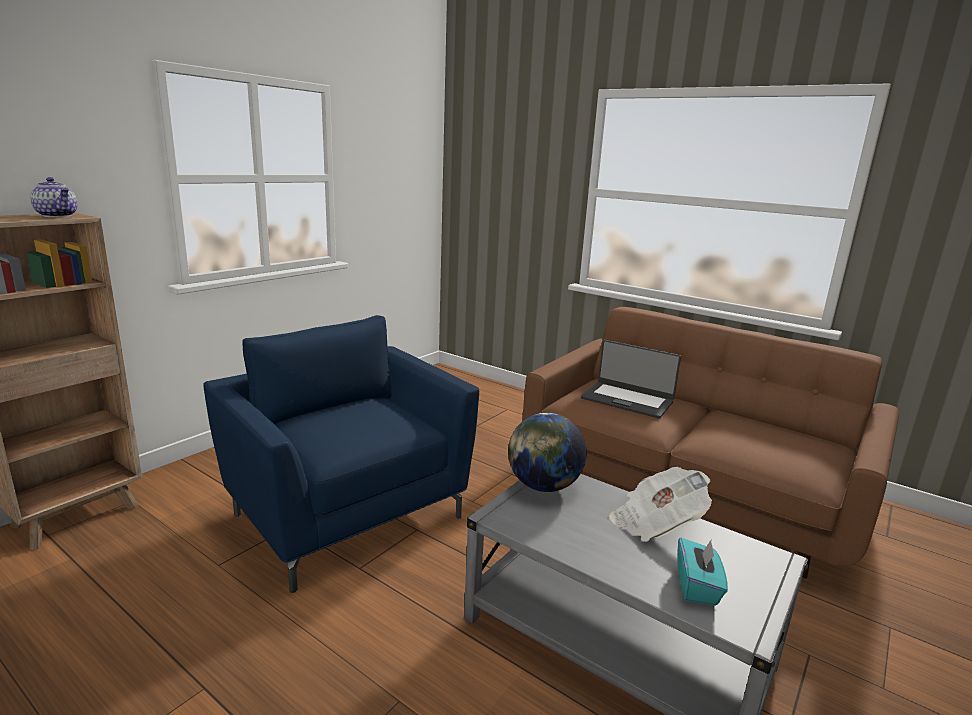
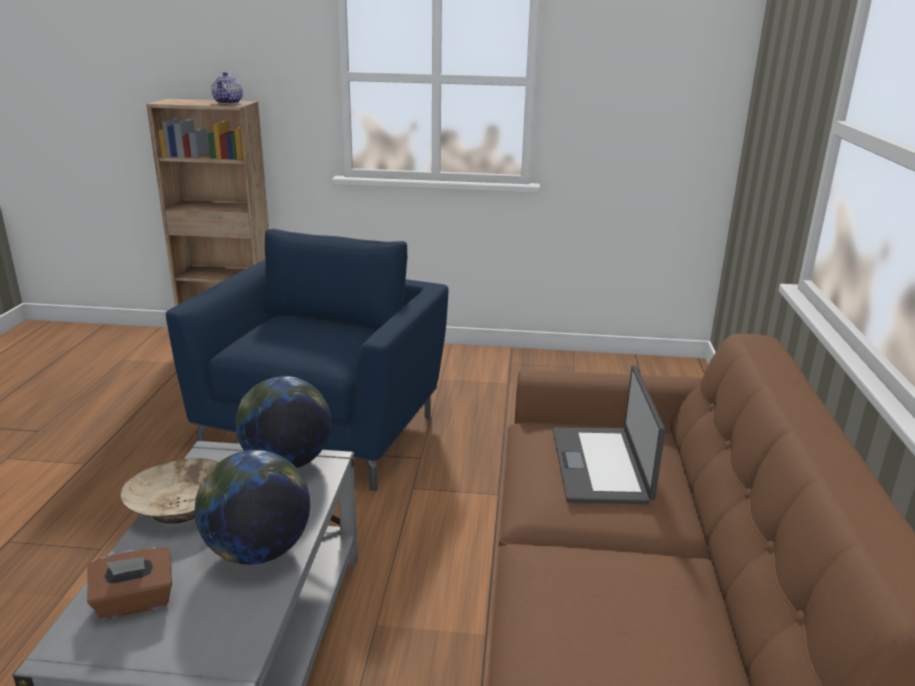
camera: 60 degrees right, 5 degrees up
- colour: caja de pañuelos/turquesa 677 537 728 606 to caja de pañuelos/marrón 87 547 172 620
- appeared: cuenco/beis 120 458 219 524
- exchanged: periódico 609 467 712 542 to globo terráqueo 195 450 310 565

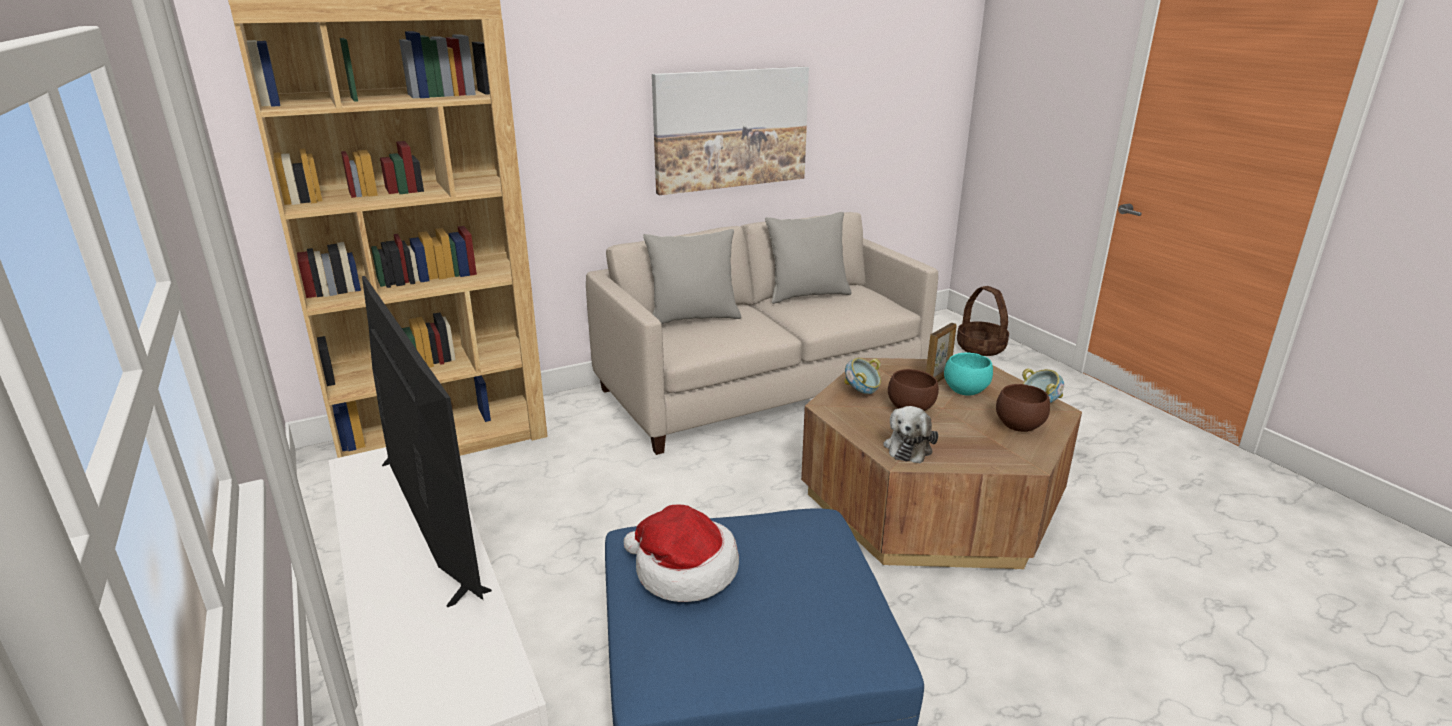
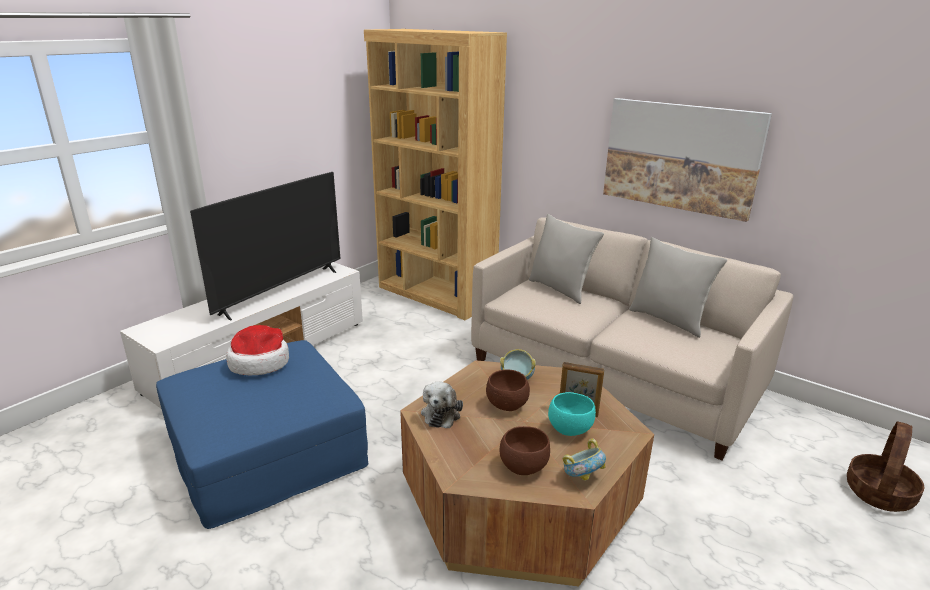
camera: 65 degrees right, 0 degrees up
- spun: peluche 883 406 938 463 = 421 381 463 428 75 degrees counterclockwise

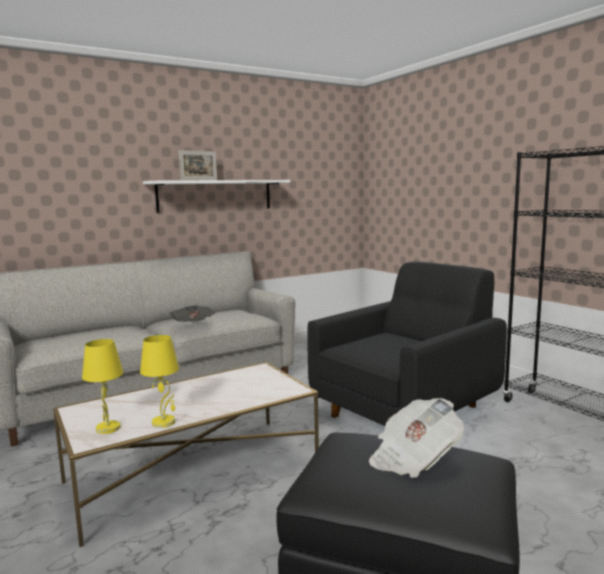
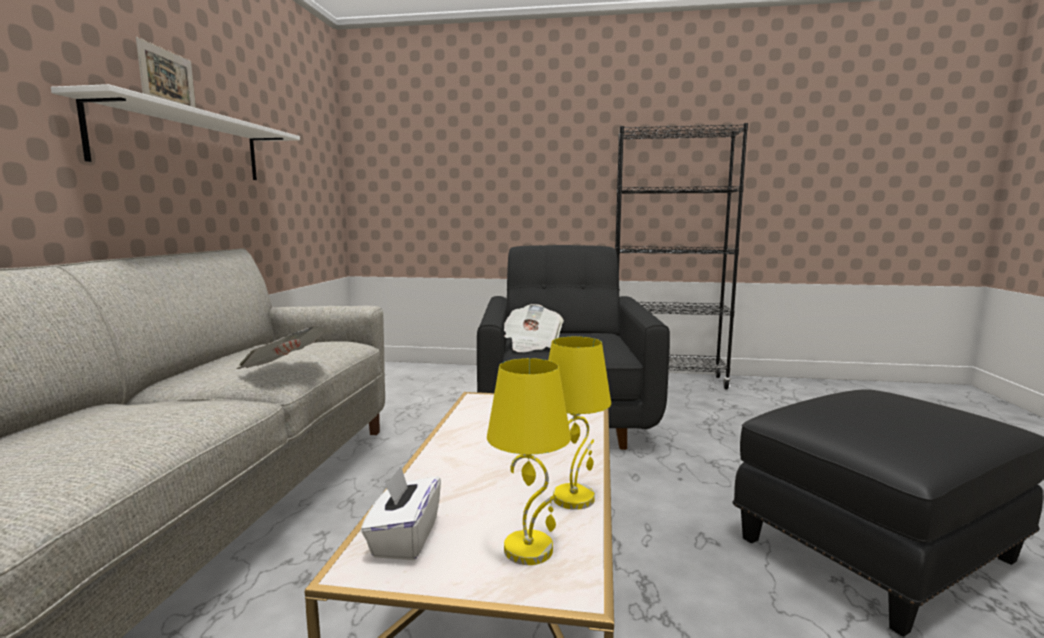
camera: 50 degrees left, 0 degrees up
- appeared: caja de pañuelos/blanco 361 466 441 560
- relocated: periódico 369 398 464 478 to 504 304 564 352

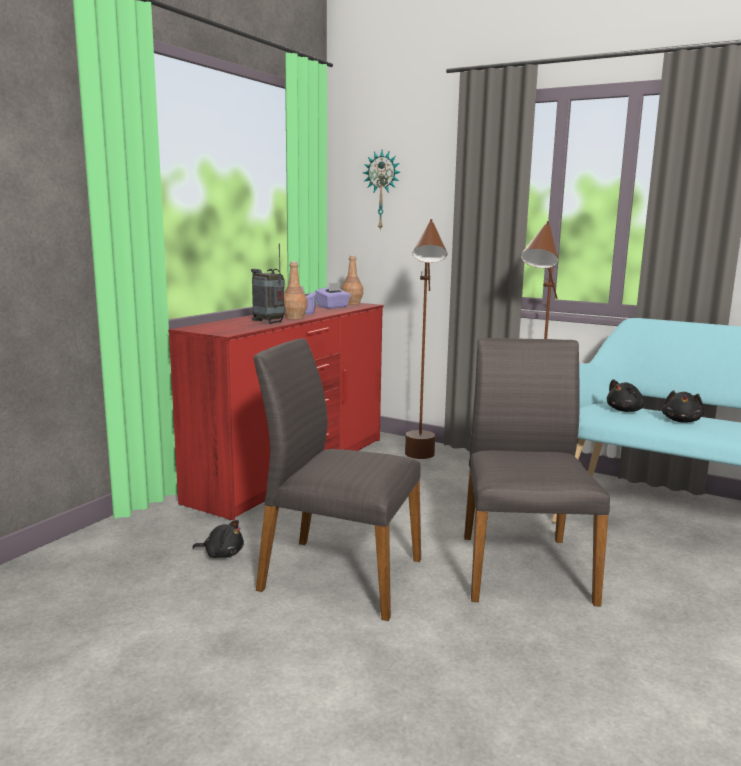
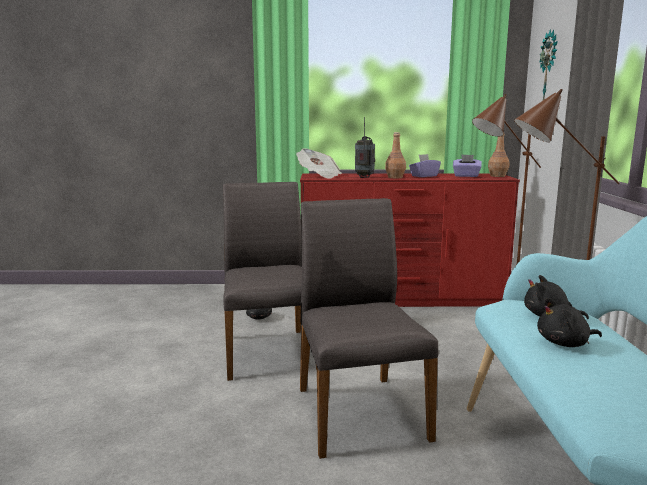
camera: 60 degrees right, 0 degrees up
- appeared: periódico 296 148 342 179
- spun: silla/gris 464 338 610 606 = 300 198 438 459 75 degrees counterclockwise

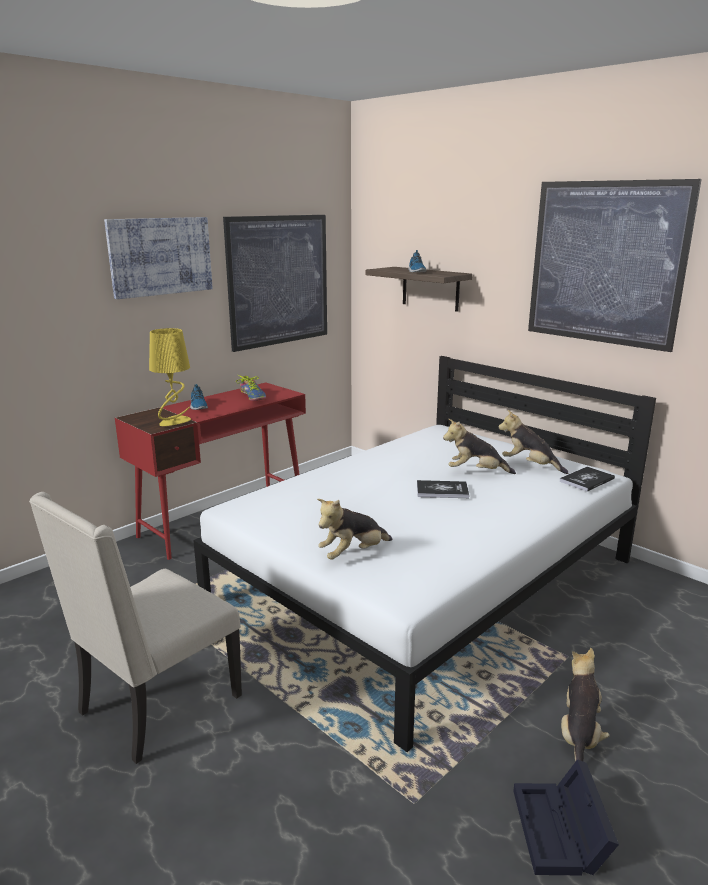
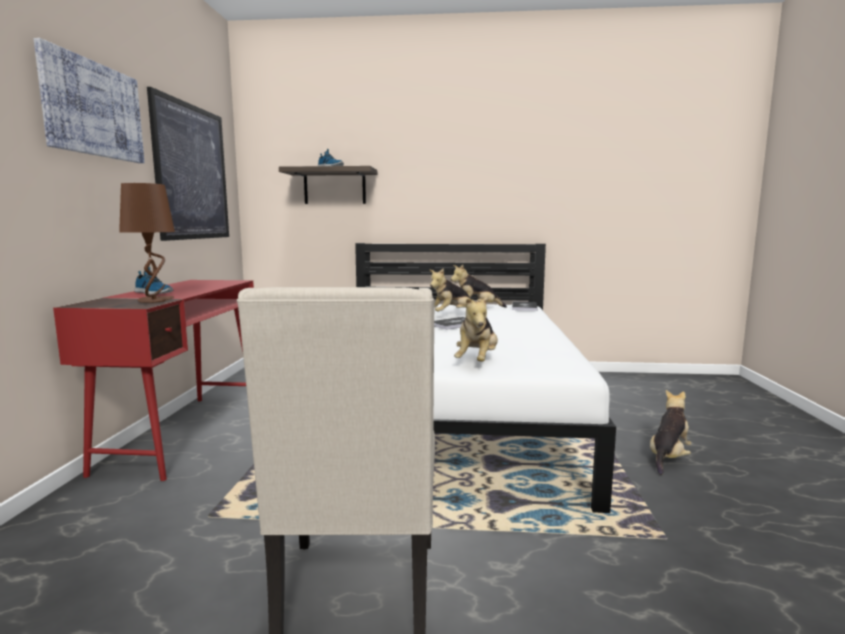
camera: 40 degrees left, 10 degrees down
- colour: lámpara de mesa/amarillo 149 328 191 426 to lámpara de mesa/marrón 119 183 175 303
- spun: peluche 561 648 610 762 = 650 390 692 475 60 degrees clockwise
- missing: zapato 236 375 266 401
- missing: caja de almacenaje/negro 513 759 619 876
- missing: cuadro 528 179 702 352

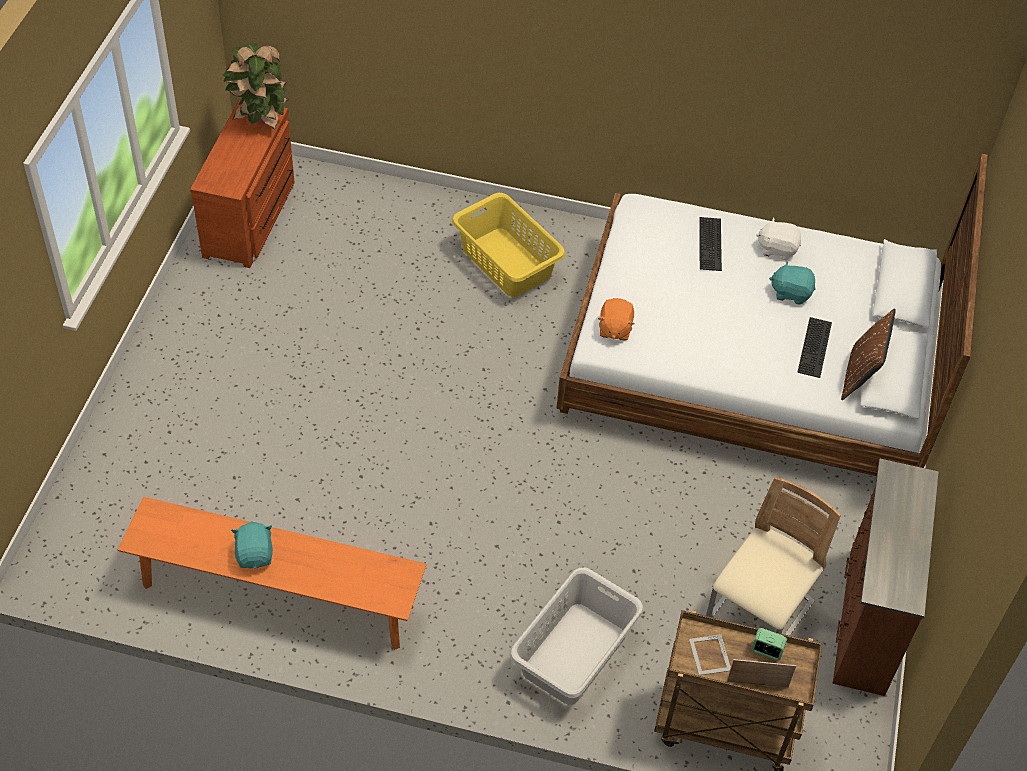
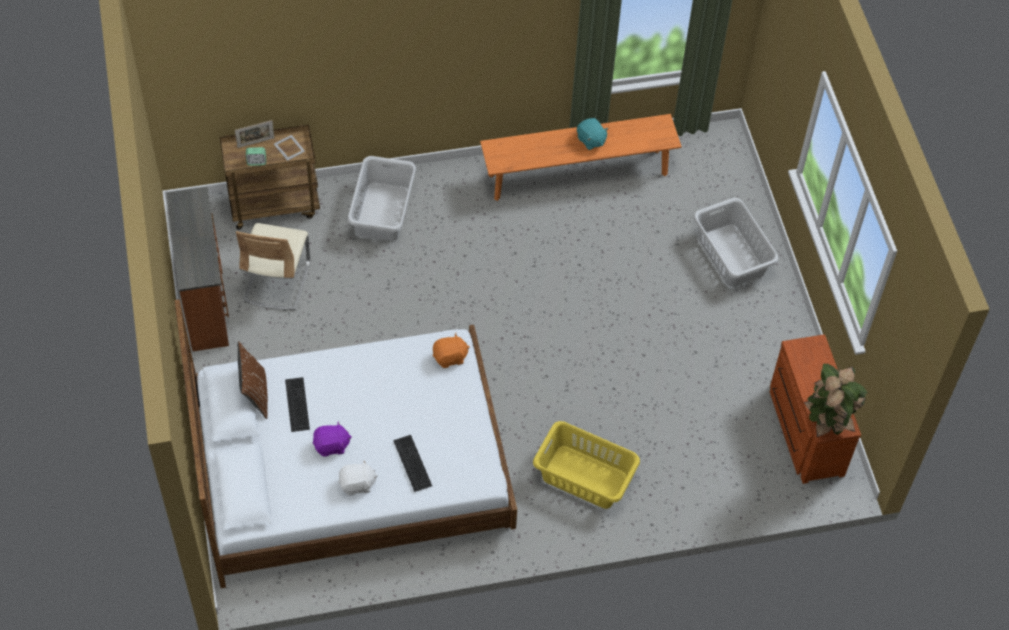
camera: 155 degrees right, 5 degrees up
- colour: peluche/turquesa 769 261 815 305 to peluche/morado 313 421 352 457
- spun: peluche/naranja 598 298 634 340 = 433 333 470 368 90 degrees clockwise
- appeared: cesto de la ropa/gris 693 198 779 287

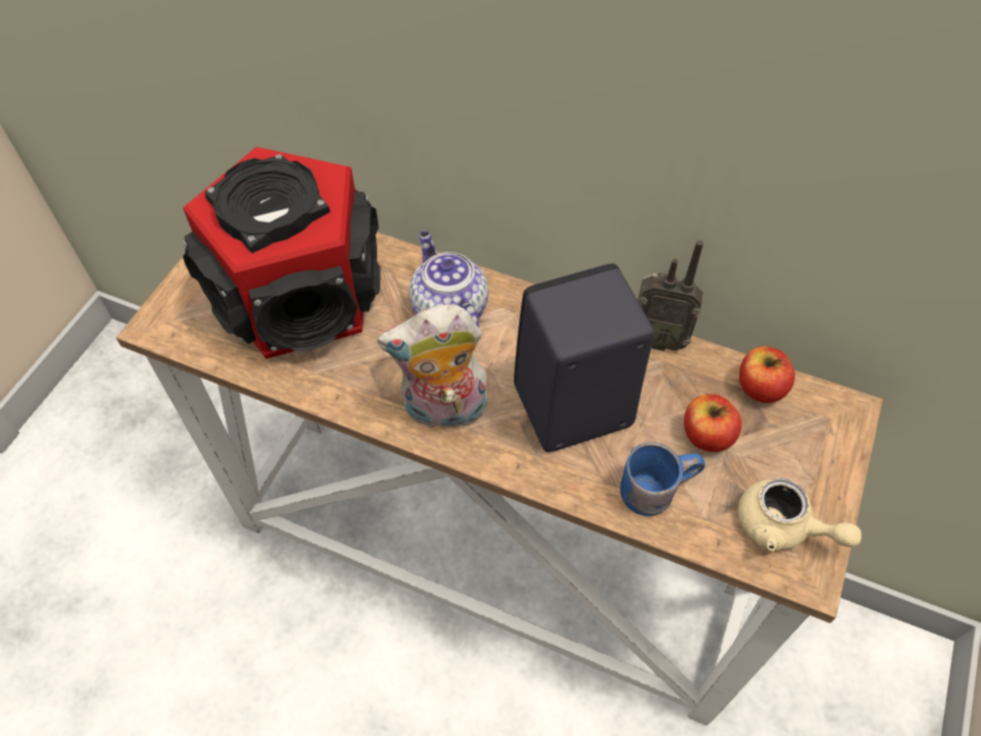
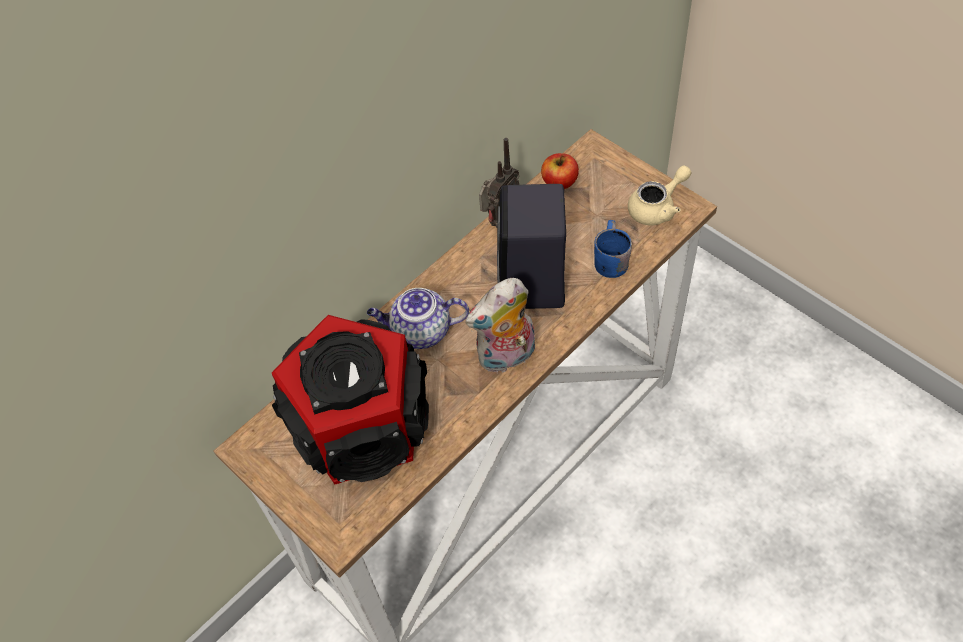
camera: 65 degrees left, 0 degrees up
- spun: peluche 377 304 488 433 = 466 278 535 372 45 degrees clockwise
- missing: manzana 684 394 742 452

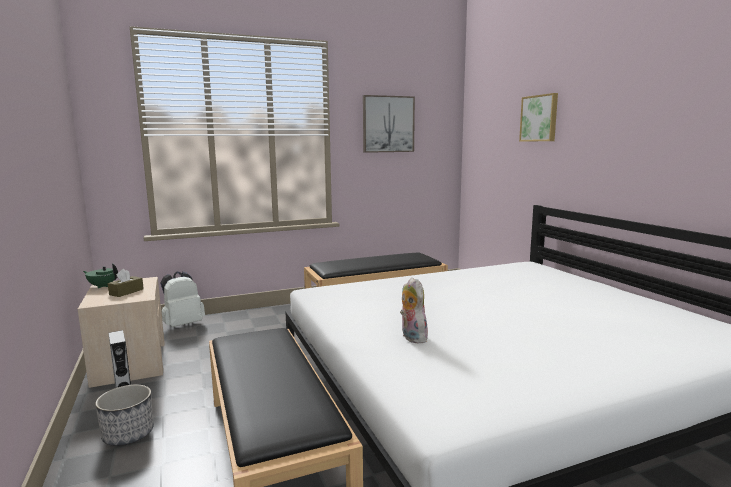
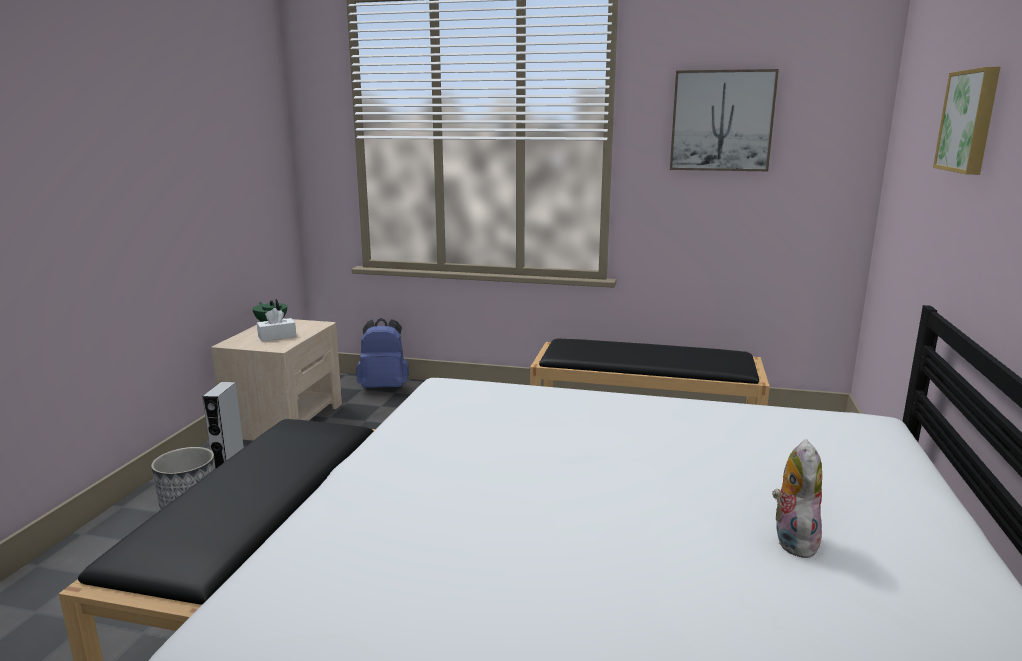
camera: 35 degrees right, 5 degrees up
- colour: caja de pañuelos/marrón 108 269 144 297 to caja de pañuelos/blanco 257 308 296 341
- colour: mochila/blanco 161 272 205 327 to mochila/azul 356 318 409 388
- relocated: peluche 400 277 430 343 to 772 439 822 558

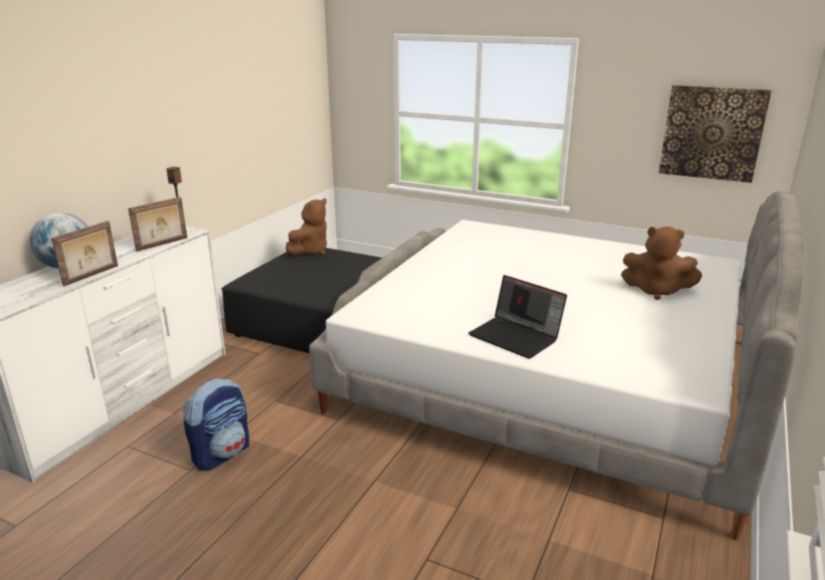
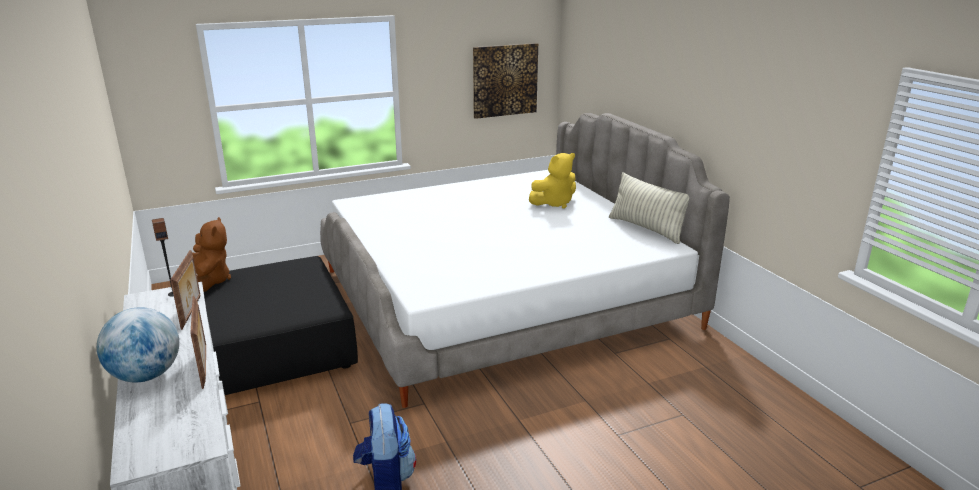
camera: 50 degrees left, 0 degrees up
- colour: peluche/marrón 621 227 702 300 to peluche/amarillo 529 153 576 209
- appeared: cojín 609 172 689 244
- missing: portátil 468 275 567 359

